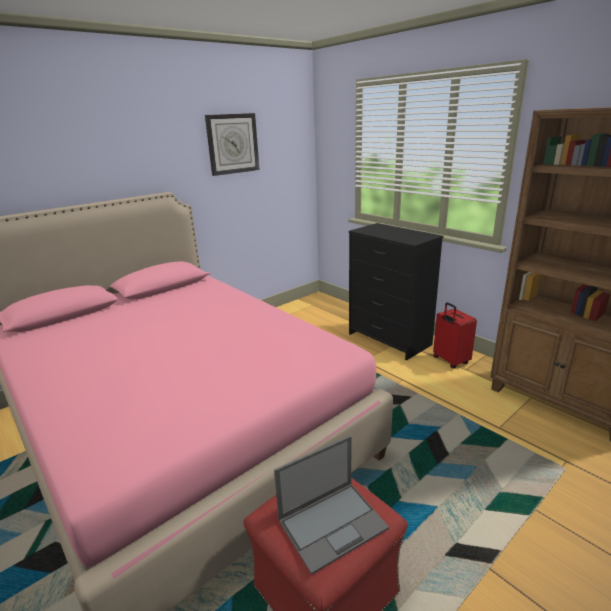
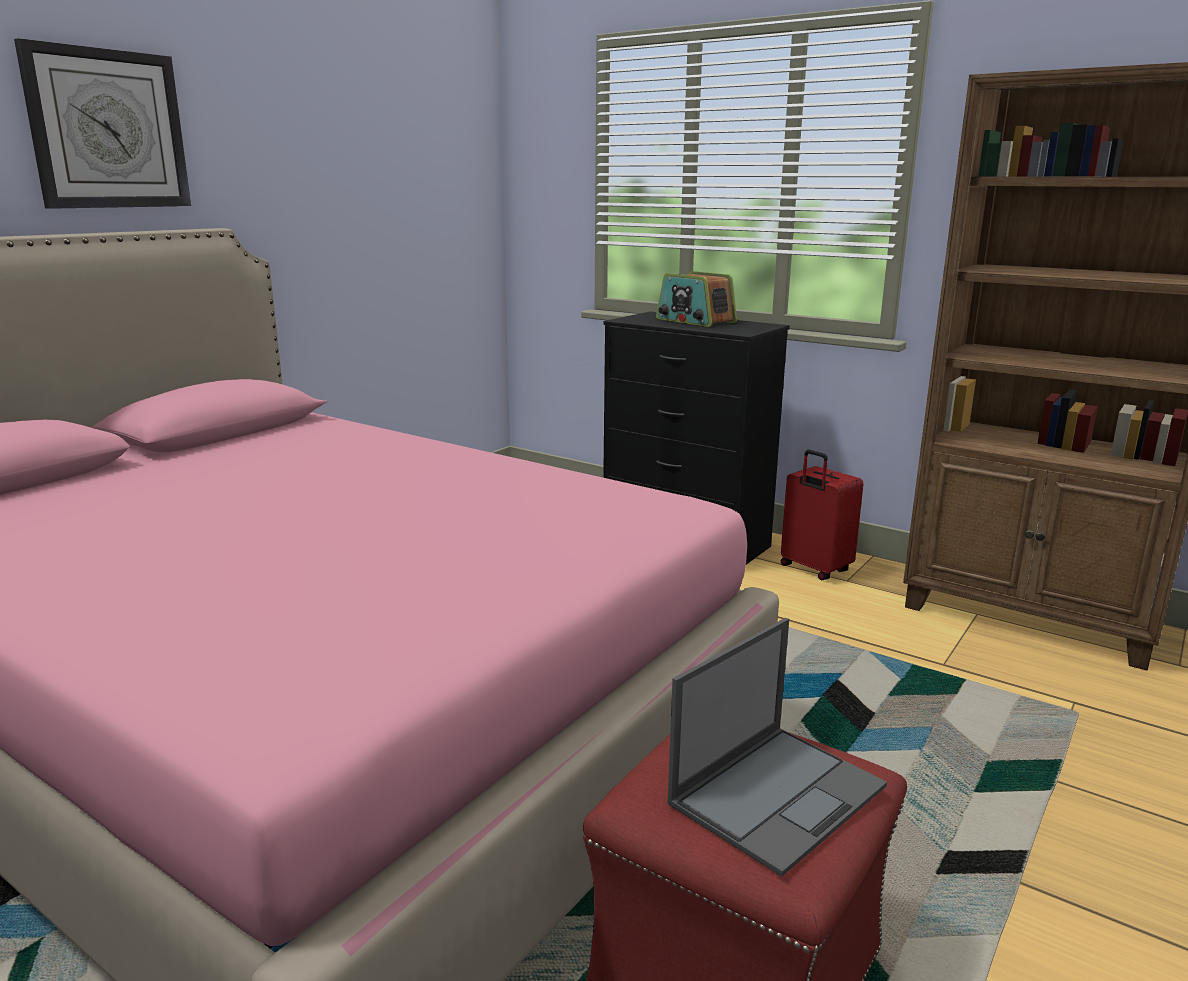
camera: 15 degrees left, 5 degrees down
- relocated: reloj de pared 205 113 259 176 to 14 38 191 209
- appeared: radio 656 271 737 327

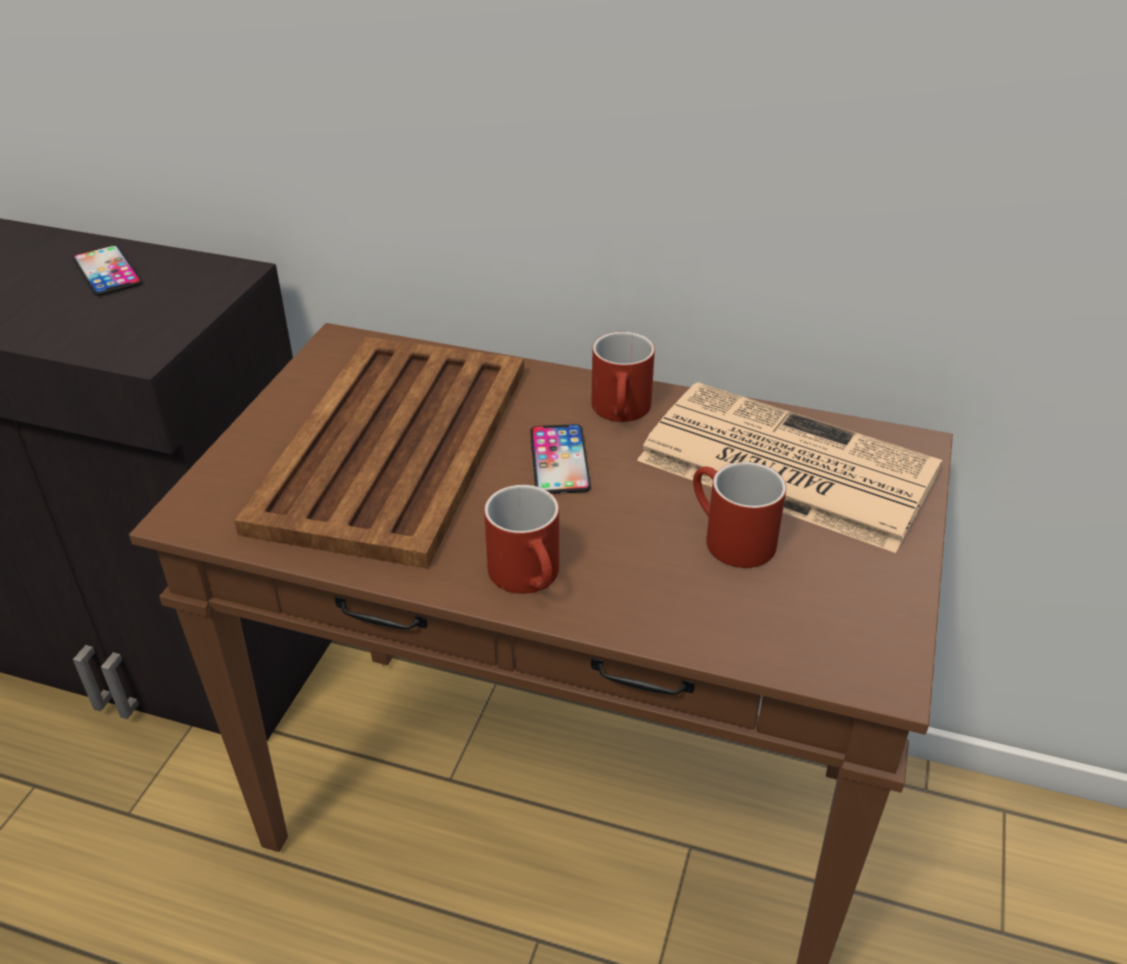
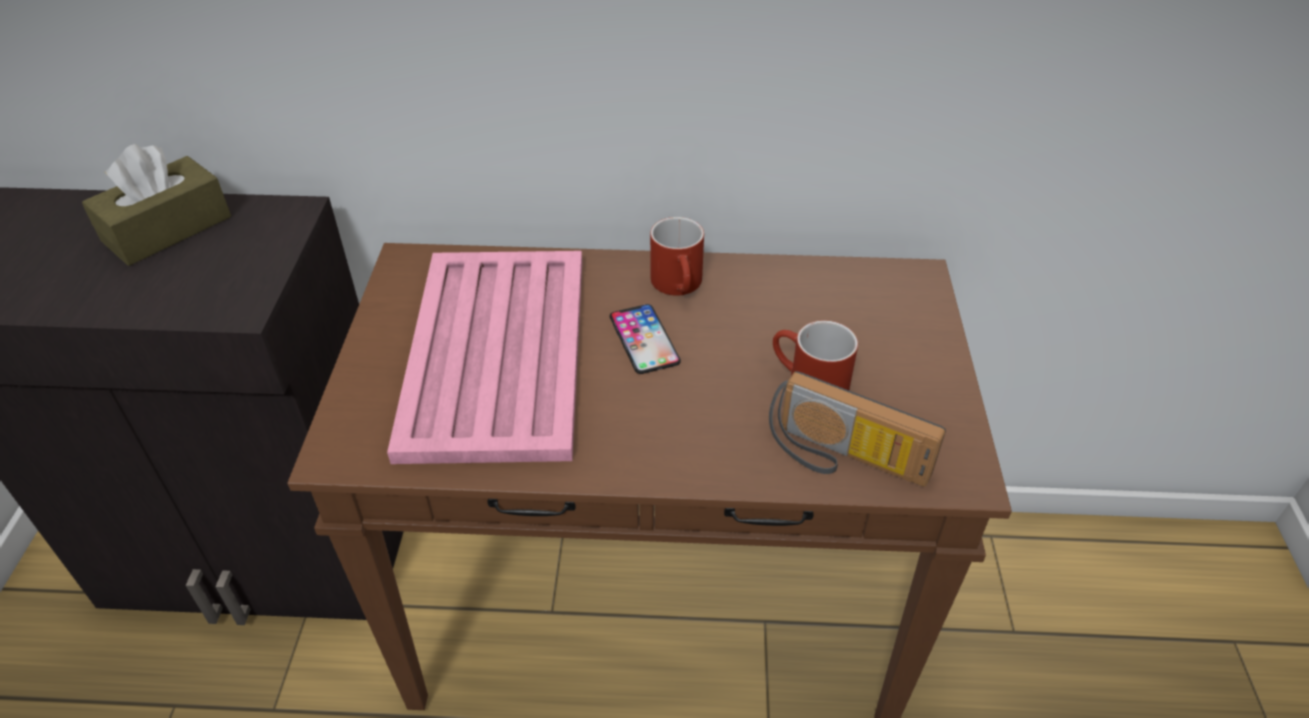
camera: 15 degrees left, 5 degrees up
- exchanged: móvil 73 246 142 296 to caja de pañuelos/marrón 82 144 231 266
- colour: bandeja/marrón 234 337 524 569 to bandeja/rosa 387 251 582 464
- appeared: radio 769 371 946 486
- missing: taza grande/rojo 484 485 559 594
- missing: periódico 637 382 943 553

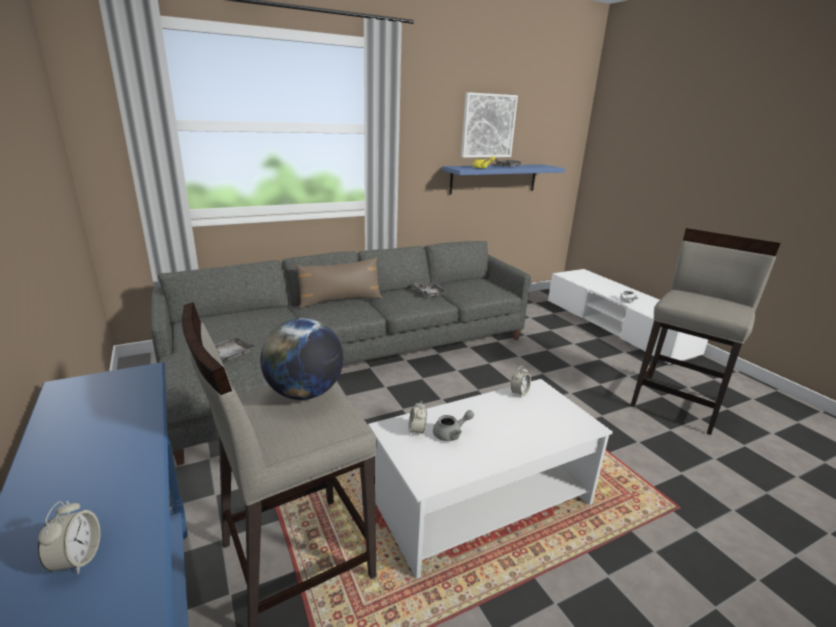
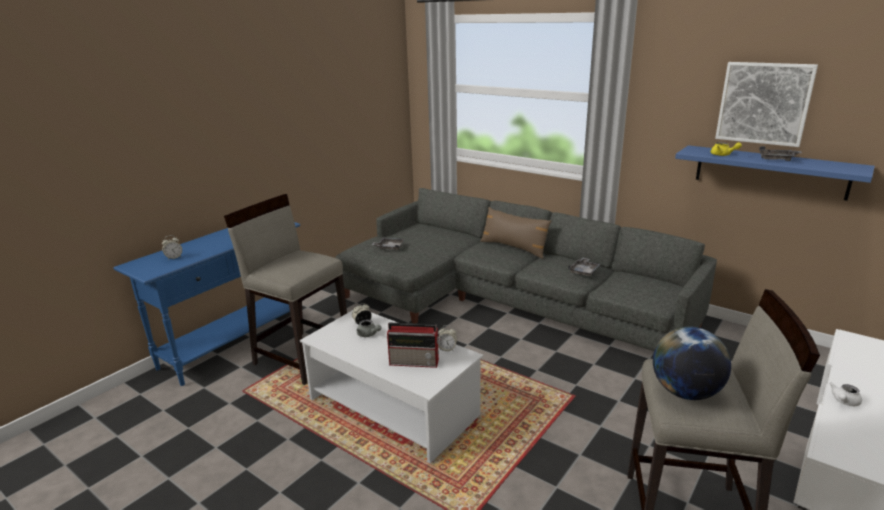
camera: 65 degrees right, 0 degrees up
- appeared: radio 387 323 440 368
- relocated: globo terráqueo 260 318 343 400 to 653 327 731 400

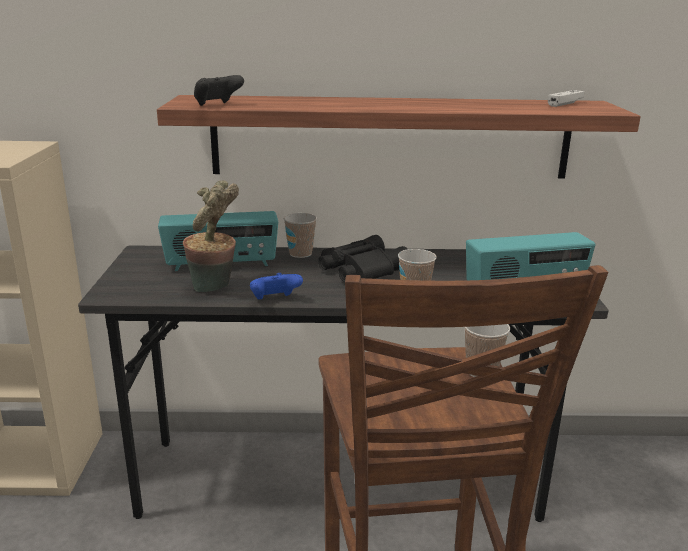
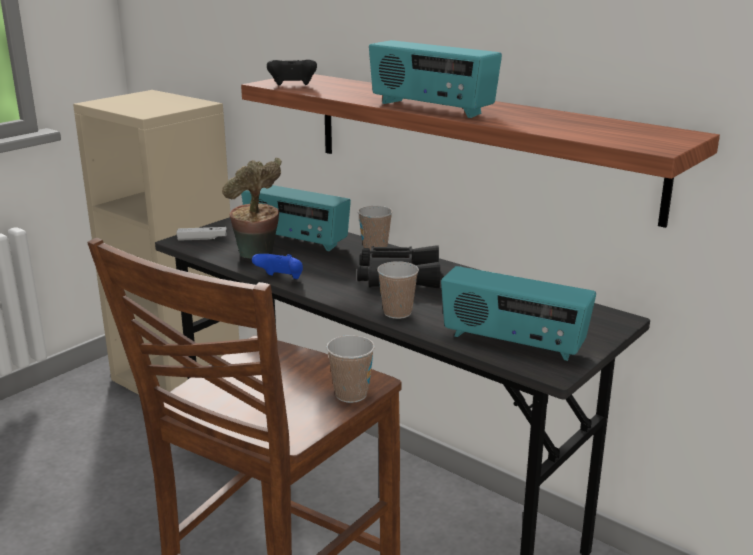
camera: 40 degrees right, 0 degrees up
- relocated: mando de consola/blanco 548 90 584 107 to 176 227 227 241
- appeared: radio 369 40 502 118

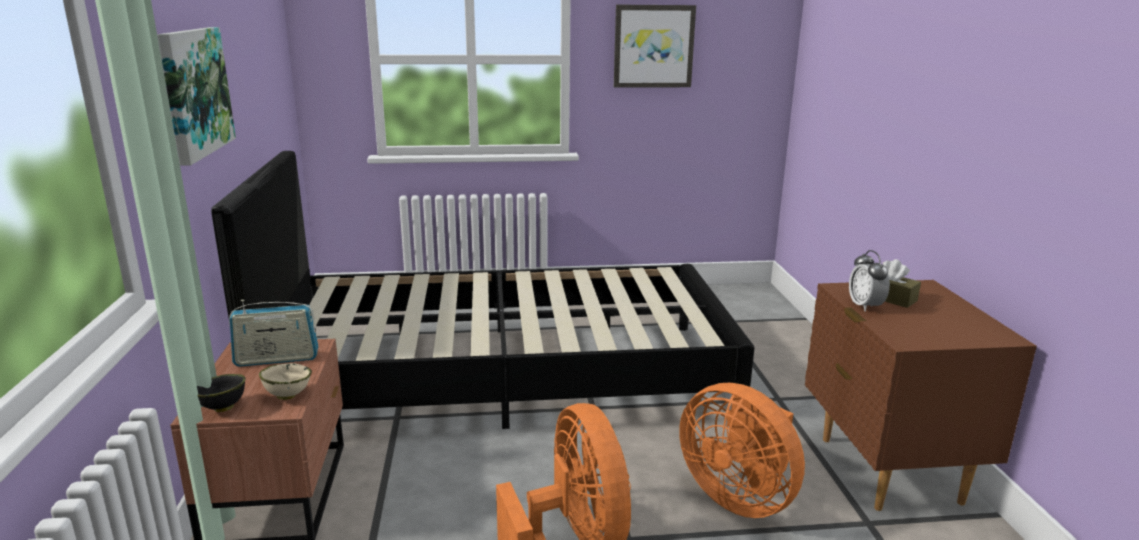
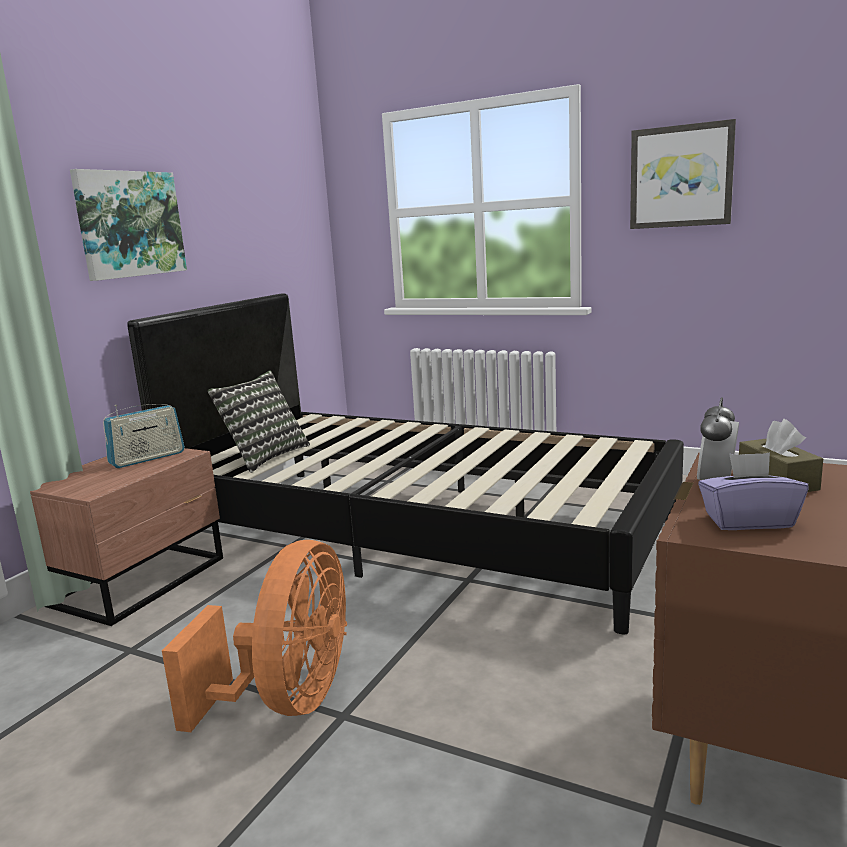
camera: 35 degrees right, 5 degrees down
- spun: radio 229 300 318 367 = 103 404 185 468 60 degrees counterclockwise
- appeared: cojín 208 370 310 473
- appeared: caja de pañuelos/morado 698 453 809 530
- missing: cuenco/negro 197 374 245 412
- missing: cuenco/beis 259 363 312 400
- missing: ventilador/naranja 679 383 805 518

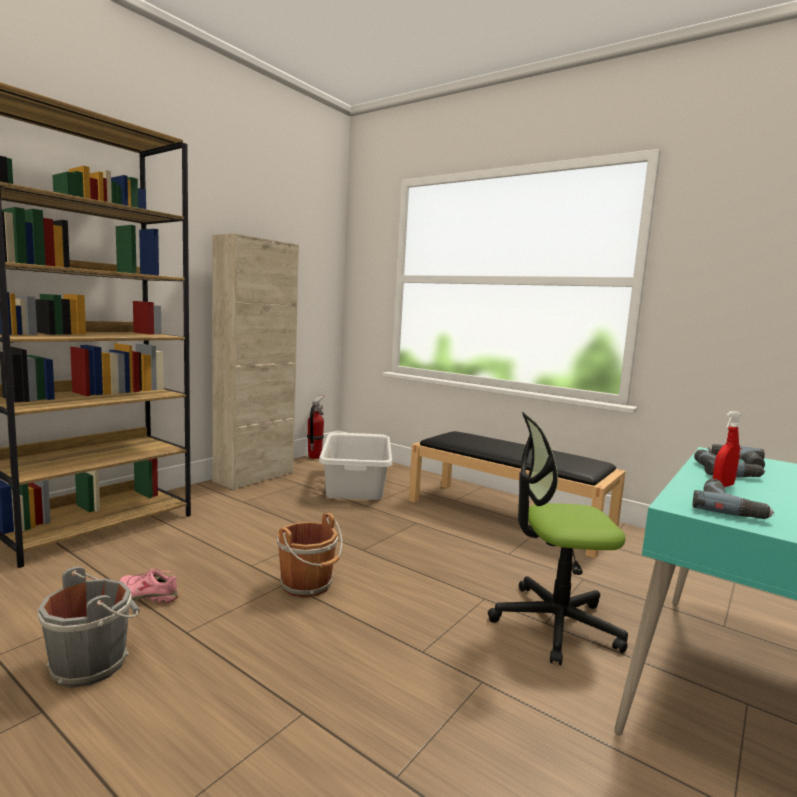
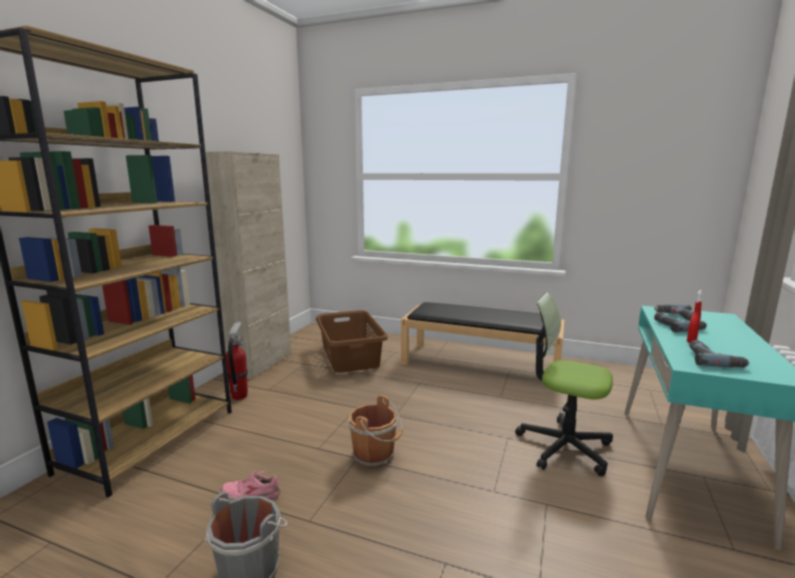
camera: 15 degrees left, 5 degrees up
- relocated: extintor 307 395 325 459 to 226 322 248 400
- colour: cesto de la ropa/gris 319 432 392 500 to cesto de la ropa/marrón 316 310 388 373
- spun: silla de oficina 488 412 628 665 = 515 292 613 476 45 degrees clockwise

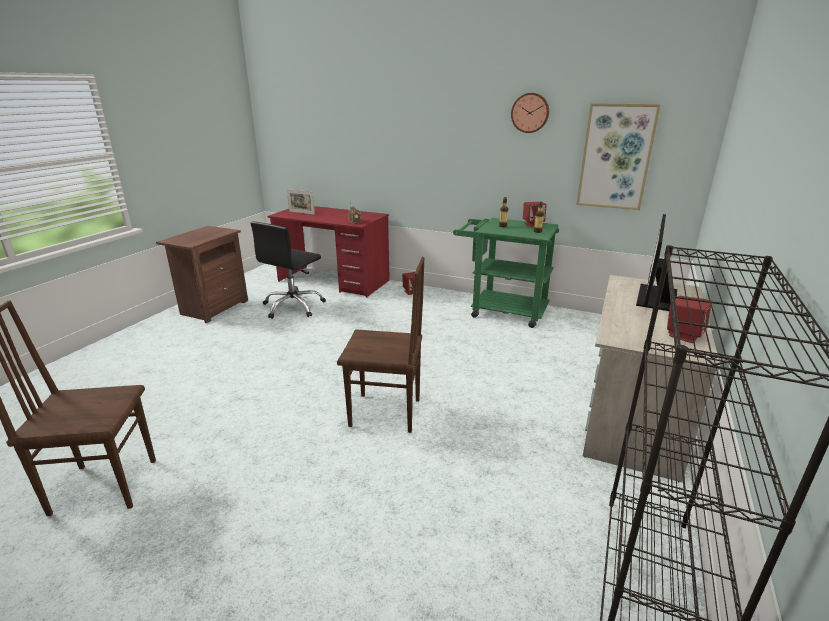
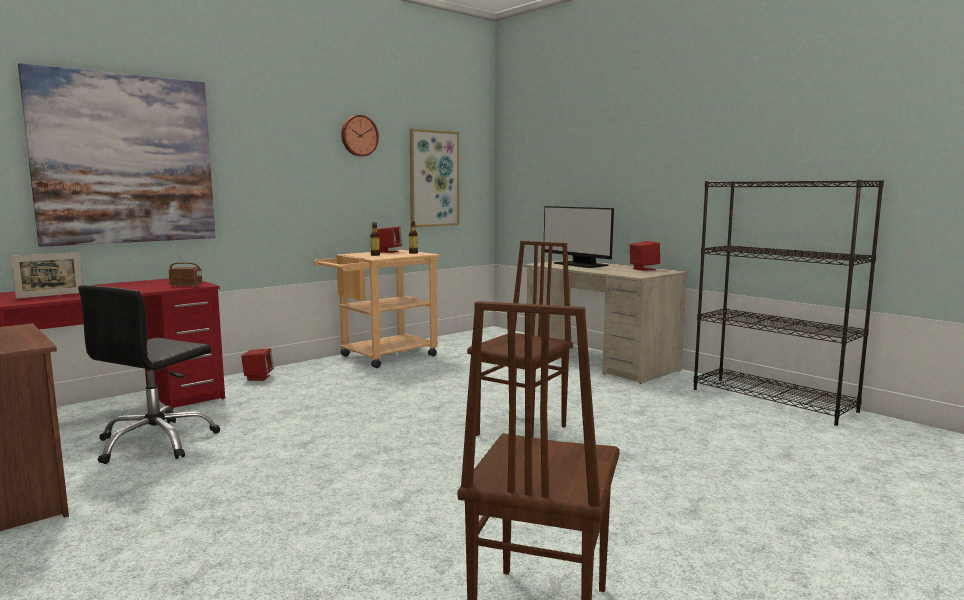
camera: 65 degrees left, 15 degrees down
- appeared: cuadro 18 63 215 247
- spun: silla de oficina/negro 250 221 326 319 = 78 285 220 464 60 degrees clockwise
- colour: carrito/verde 453 218 559 328 to carrito/beis 314 250 440 368

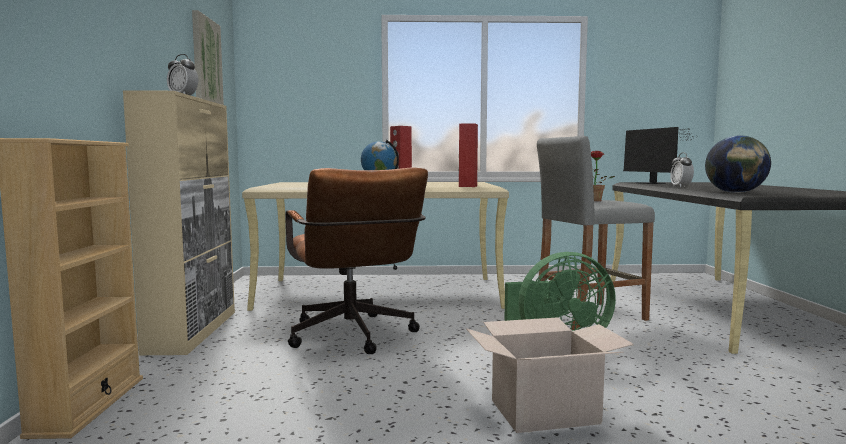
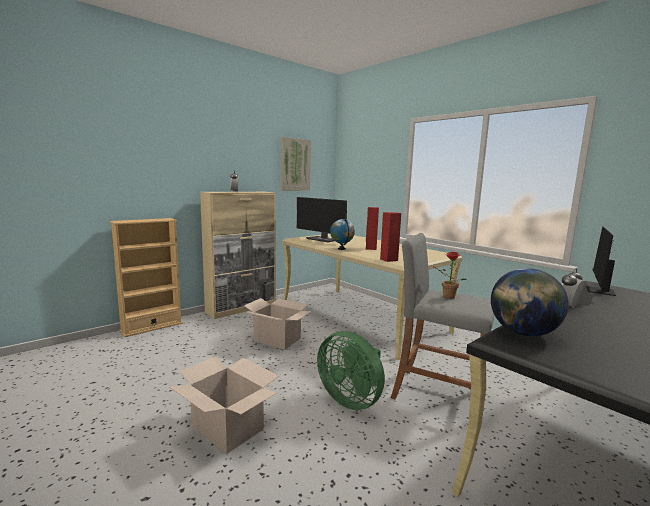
camera: 50 degrees right, 5 degrees up
- exchanged: silla de oficina/marrón 285 167 428 354 to caja de cartón 244 298 312 350
- appeared: monitor 296 197 347 242

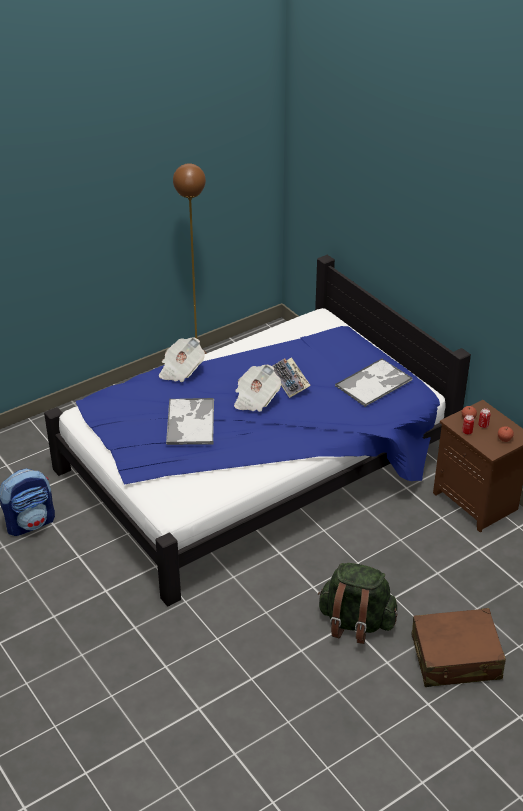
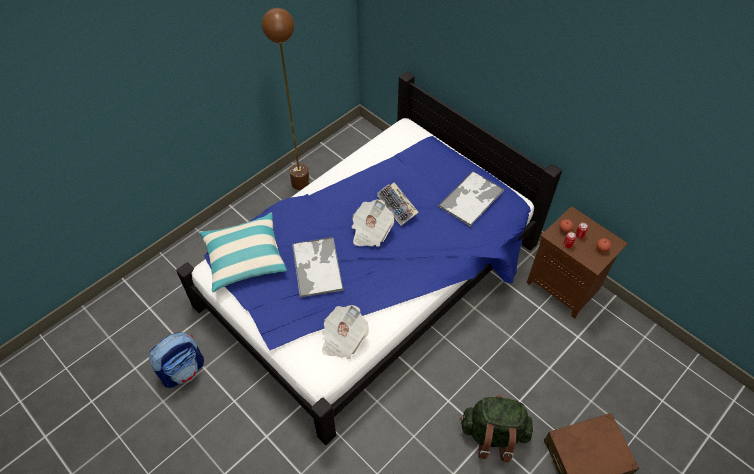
camera: 10 degrees left, 15 degrees up
- appeared: cojín 200 213 287 292
- relocated: periódico 159 338 205 382 to 322 305 369 359

